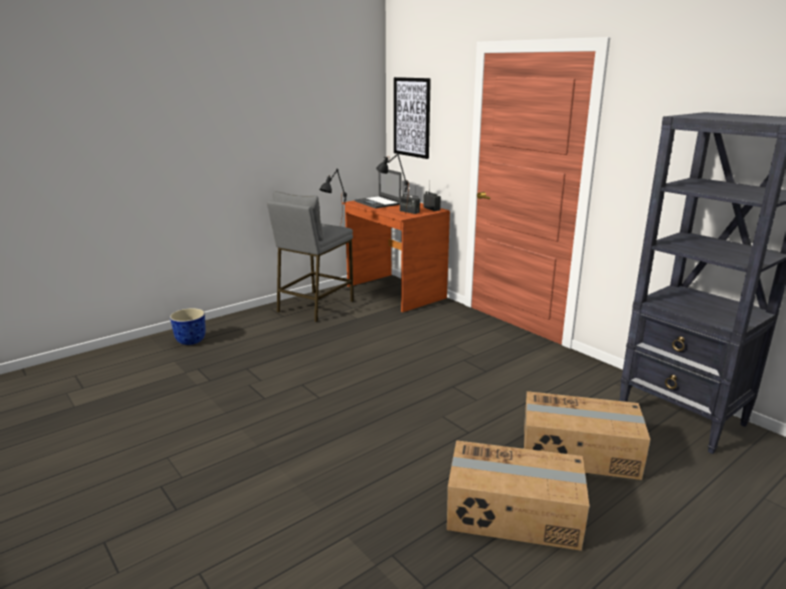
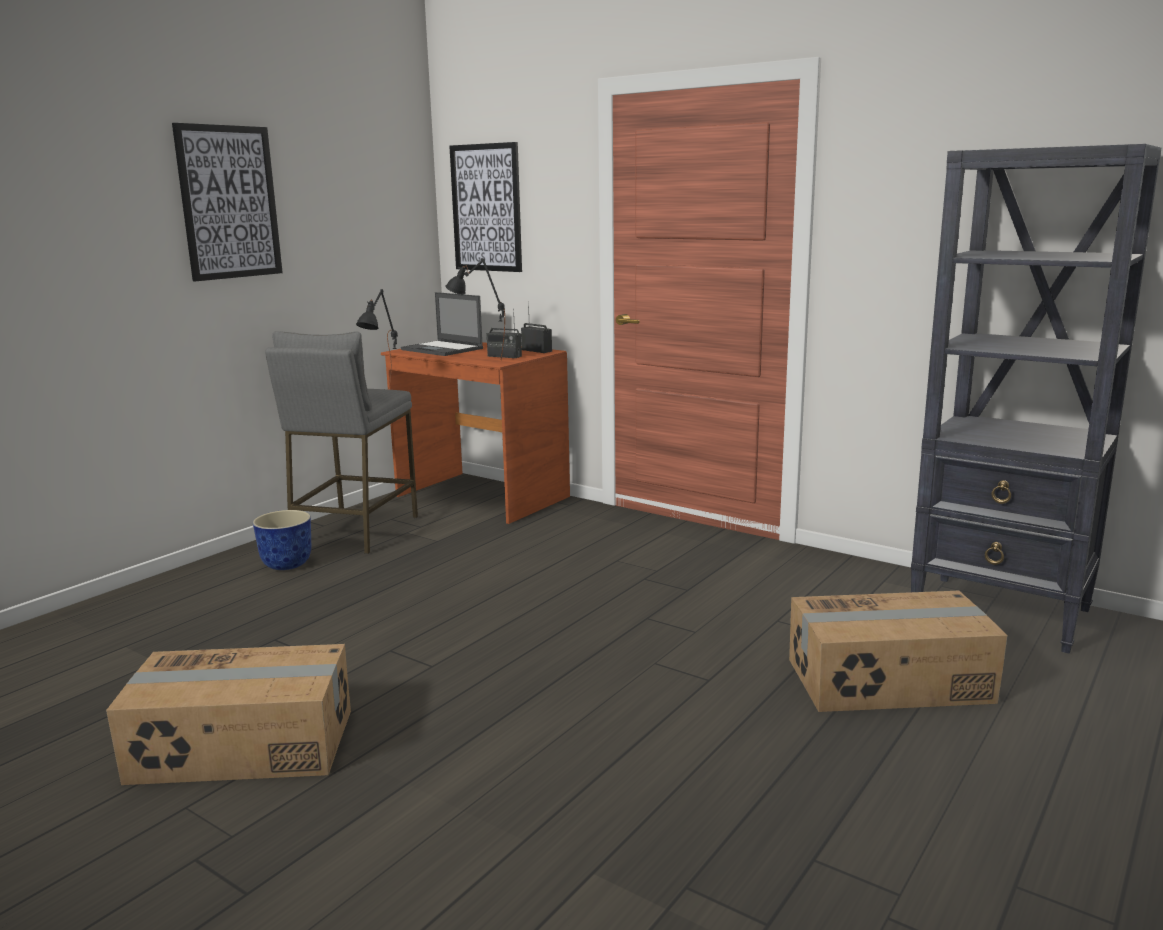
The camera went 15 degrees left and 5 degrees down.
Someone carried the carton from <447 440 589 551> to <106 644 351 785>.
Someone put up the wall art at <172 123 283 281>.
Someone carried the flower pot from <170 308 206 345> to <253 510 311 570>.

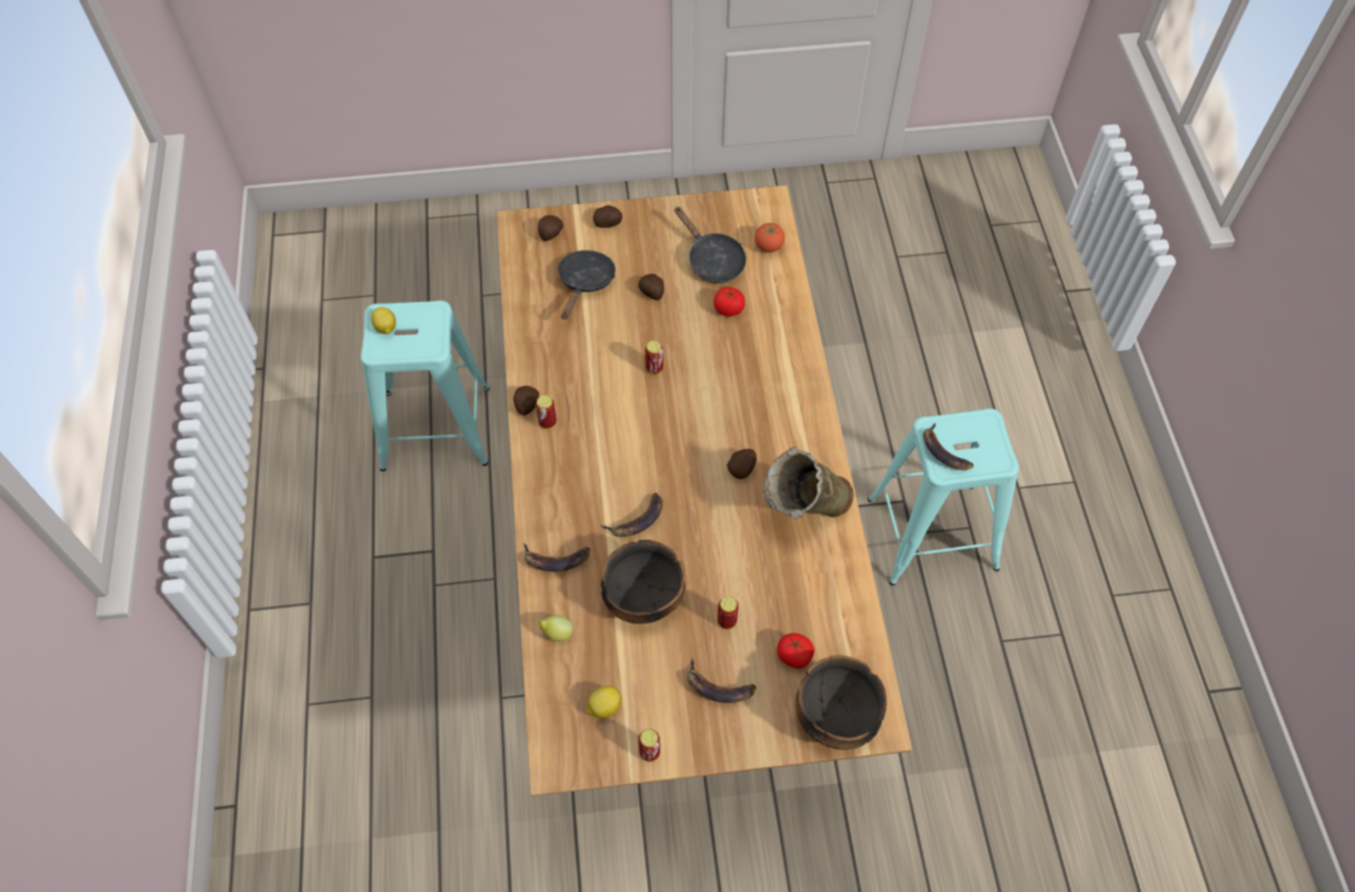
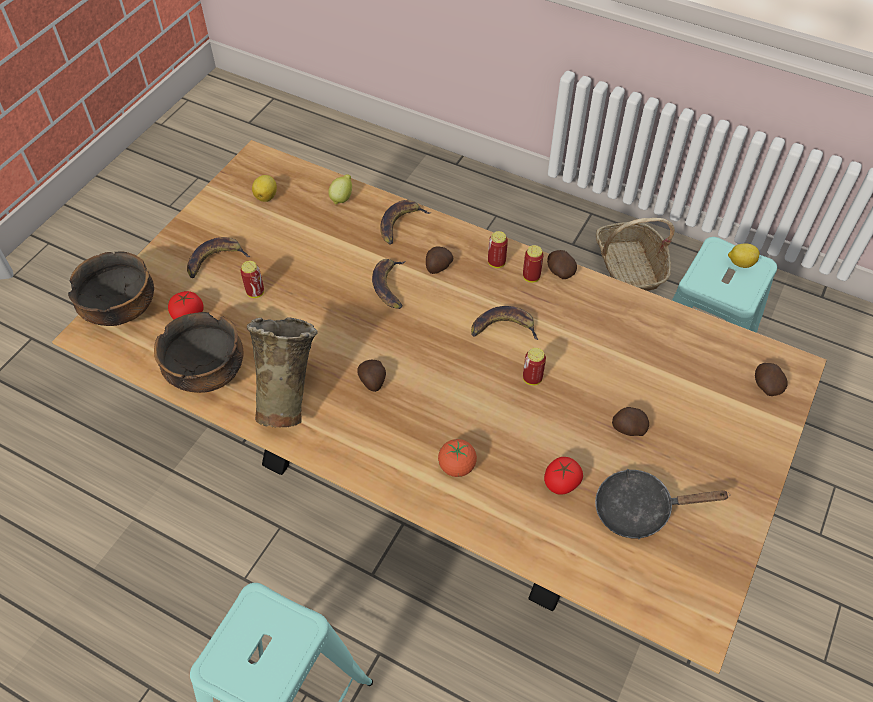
The camera went 125 degrees right and 5 degrees down.
Someone carried the bowl from <601 540 685 624> to <154 312 244 393>.
Someone carried the potato from <593 205 622 228> to <426 246 454 274>.
Someone carried the tomato from <755 223 785 252> to <438 439 477 477>.
Someone carried the whole banana from <923 423 974 470> to <471 306 538 340>.
Someone carried the sealed can from <638 729 660 762> to <488 231 508 268>.
Someone put down the household basket at <596 218 675 291>.
Someone took away the black frying pan at <558 250 616 320>.

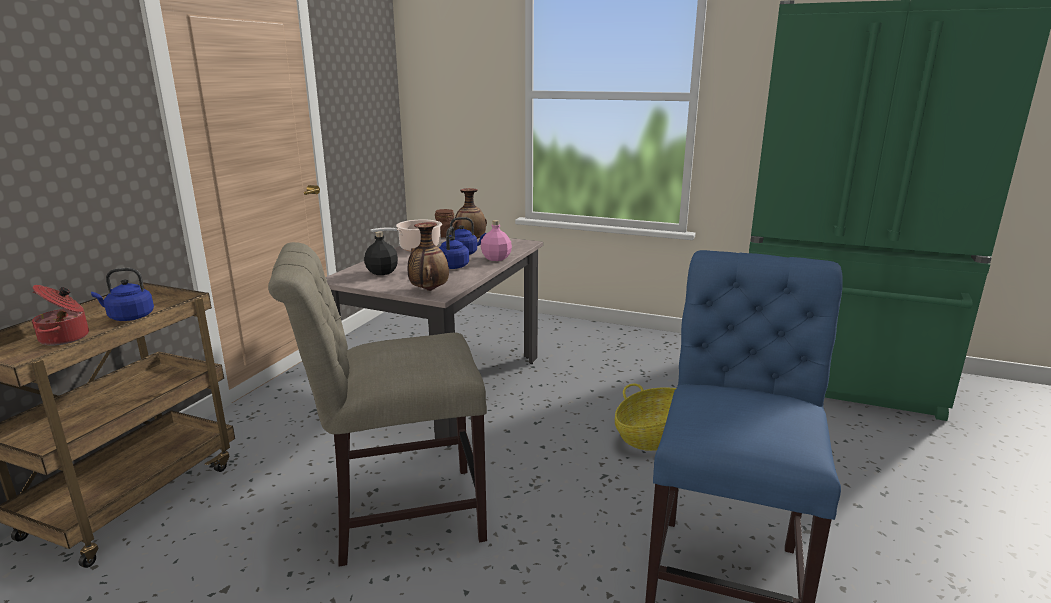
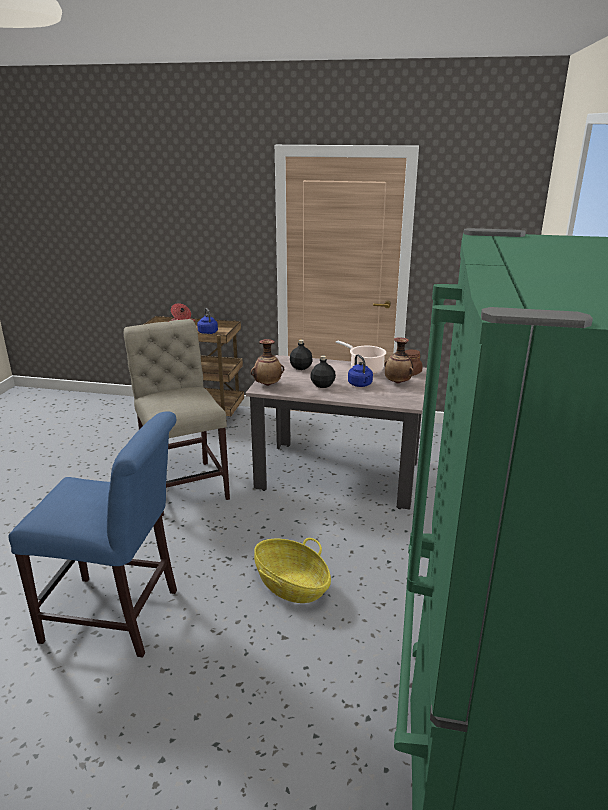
The camera went 80 degrees right and 5 degrees up.
Someone swapped the blue-coloured water kettle at <439 226 469 269> for the black beverage bottle at <310 355 336 388>.
Someone took away the pinkish beverage bottle at <481 220 512 261>.

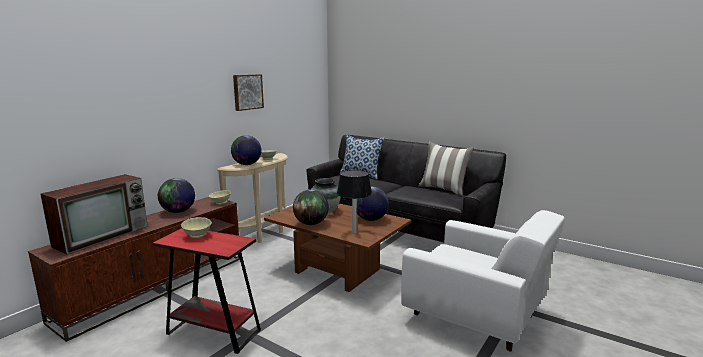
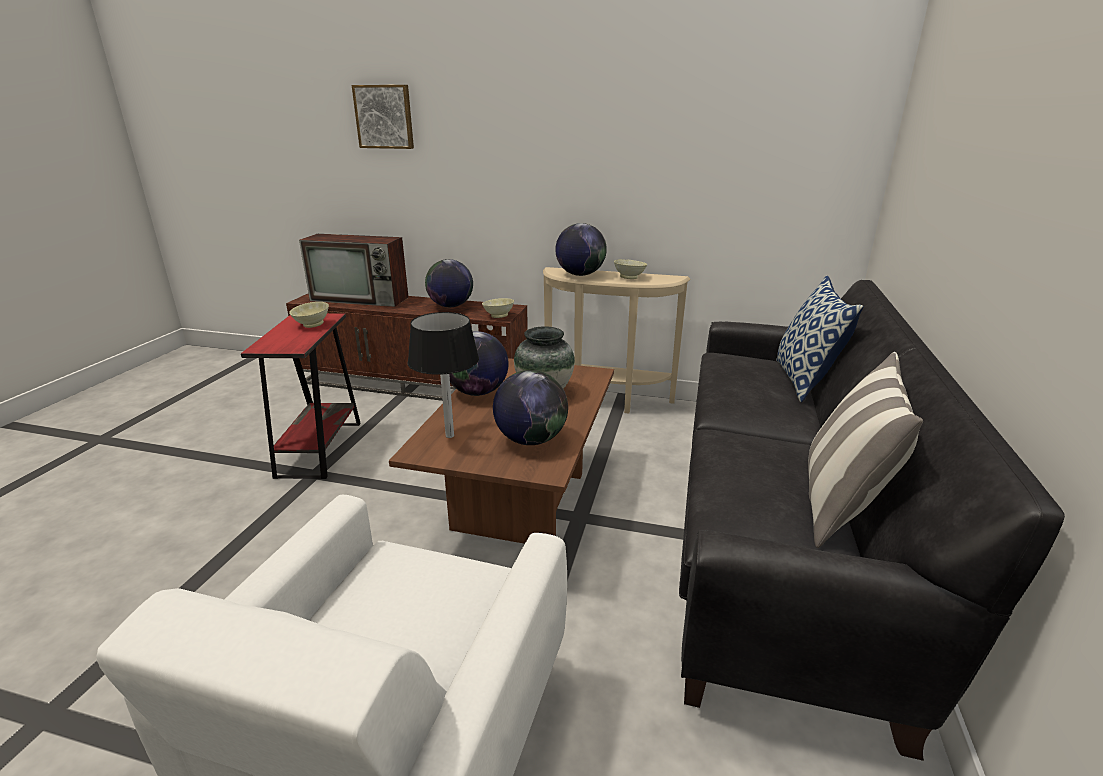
The camera went 70 degrees right and 10 degrees up.
Someone carried the wall art from <233 74 264 111> to <352 85 414 149>.

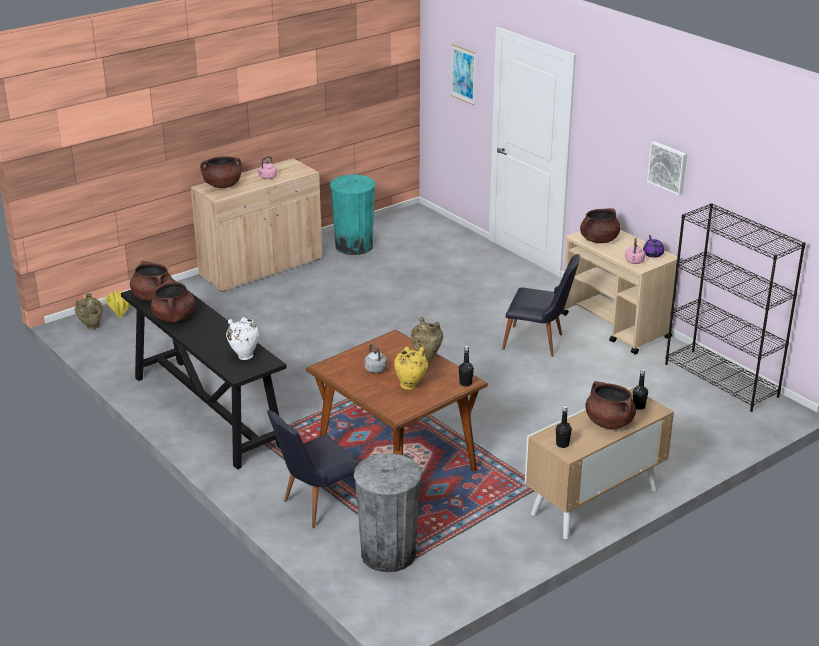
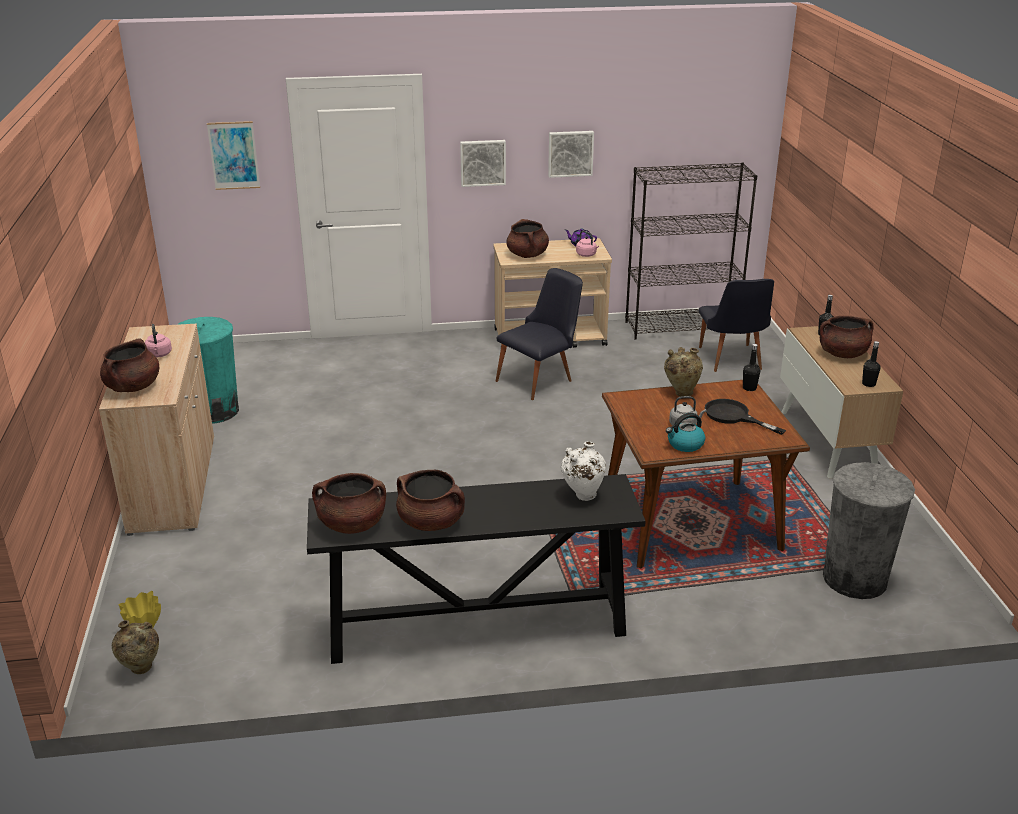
The camera went 60 degrees left and 0 degrees up.
Someone put up the wall art at <460 140 506 187>.
Someone put down the water kettle at <666 413 705 452>.
Someone carried the black chair from <267 410 360 528> to <699 279 774 372>.
Someone swapped the yellow-coloured flower vase at <394 347 428 390> for the black frying pan at <705 399 786 435>.

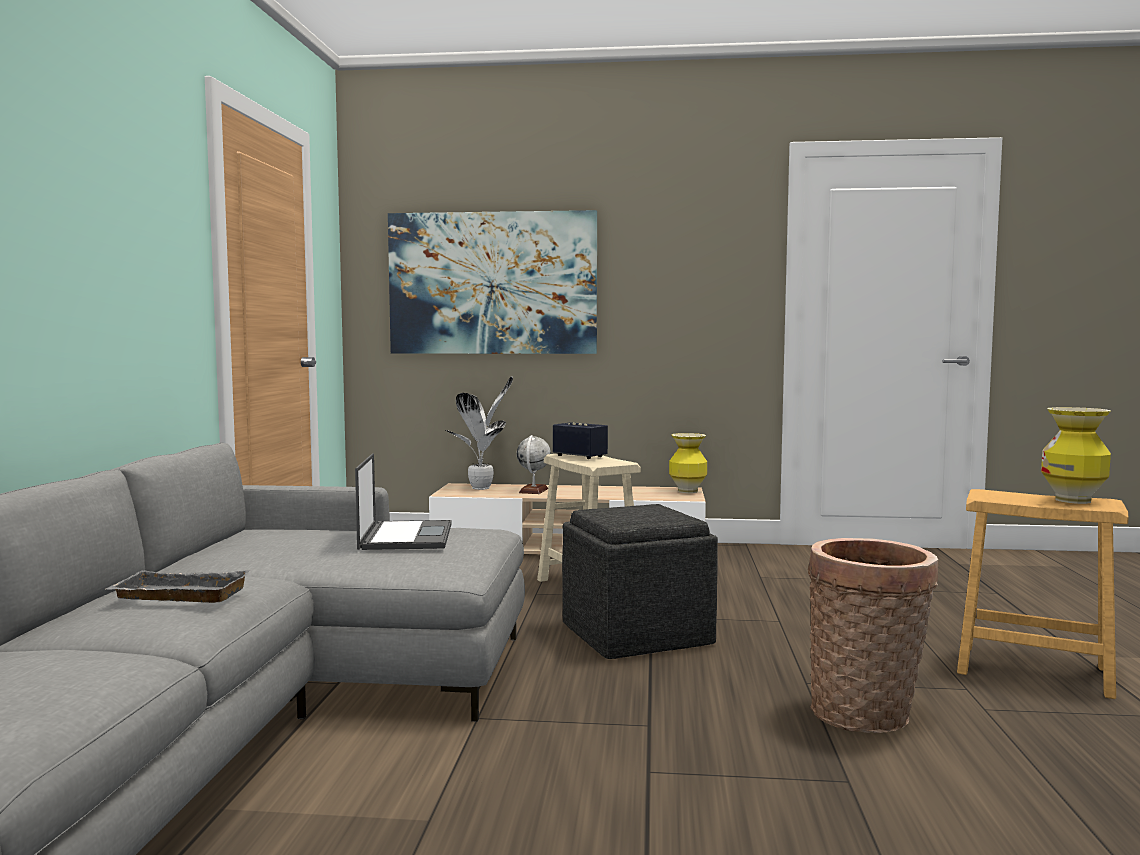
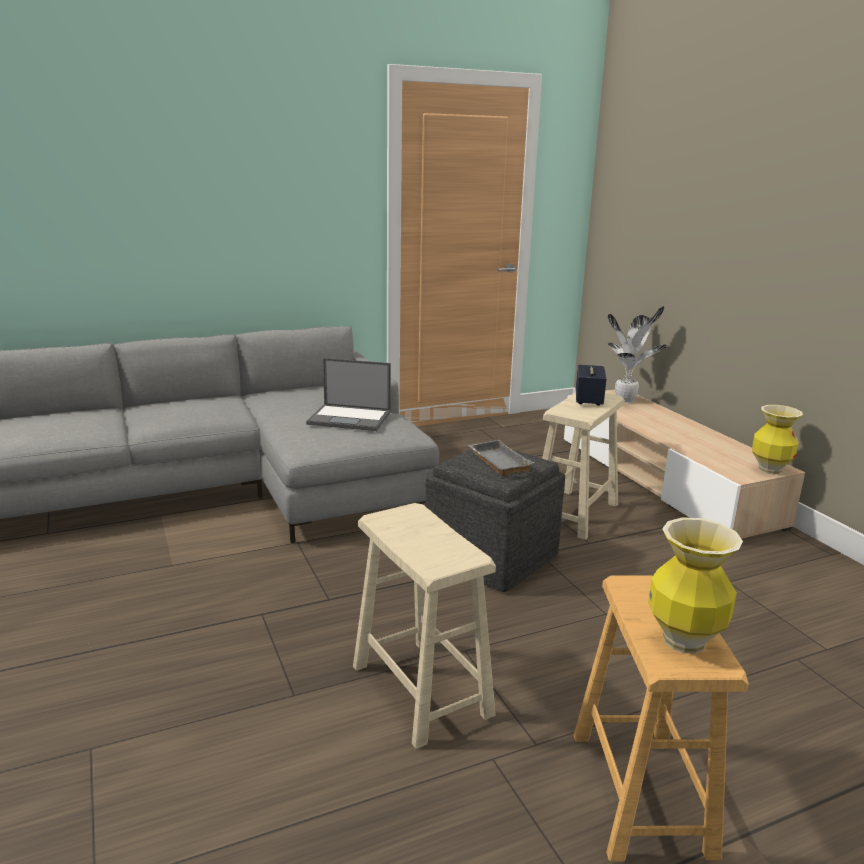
The camera went 60 degrees right and 15 degrees up.
Someone rotated the laptop at <355 453 451 550> by 45 degrees clockwise.
Someone swapped the household basket at <808 538 938 733> for the beige-coloured stool seat at <353 503 496 749>.
Someone carried the greyish carrying tray from <106 570 250 603> to <468 440 534 476>.
Someone took away the wall art at <388 210 597 354>.
Someone took away the globe at <517 435 551 494>.

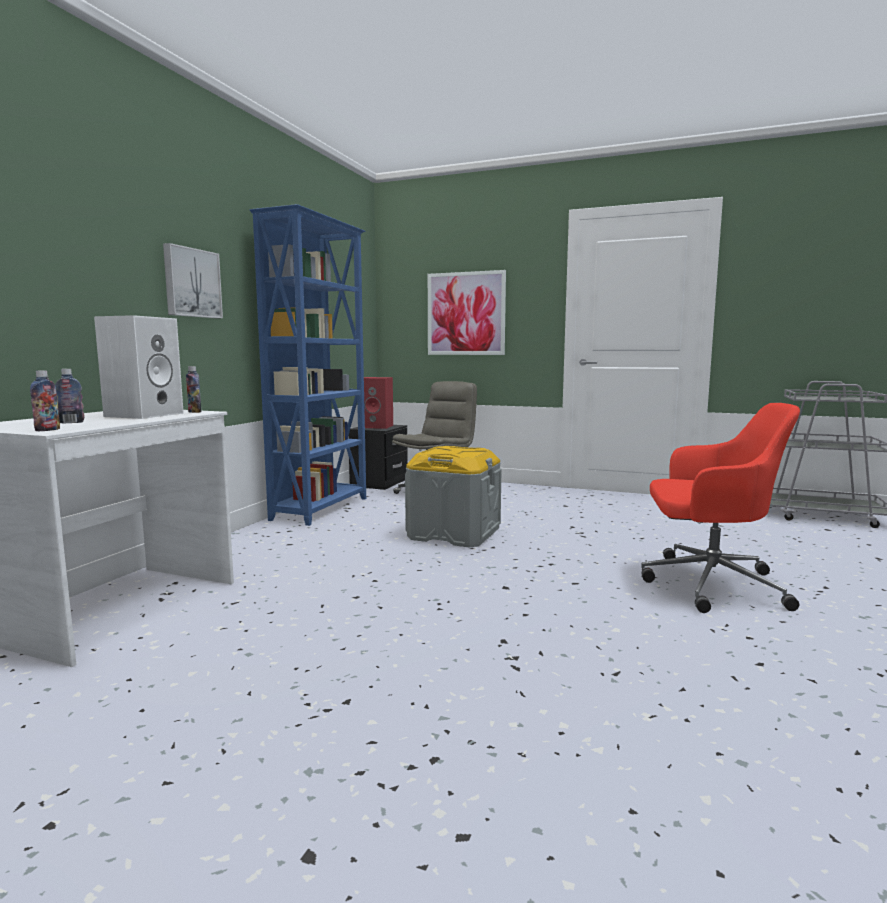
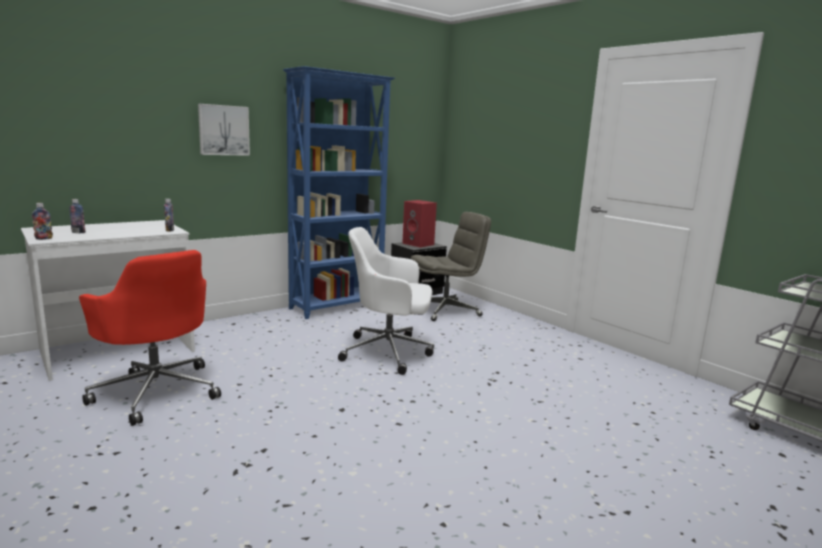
The camera went 30 degrees right and 5 degrees up.
Someone carried the red-coloured office chair from <641 403 800 613> to <79 250 221 426>.
Someone swapped the greyish storage container at <405 446 502 548> for the whitish office chair at <338 227 434 375>.
Someone took away the whitish audio speaker at <94 315 184 419>.
Someone took away the wall art at <428 270 506 355>.

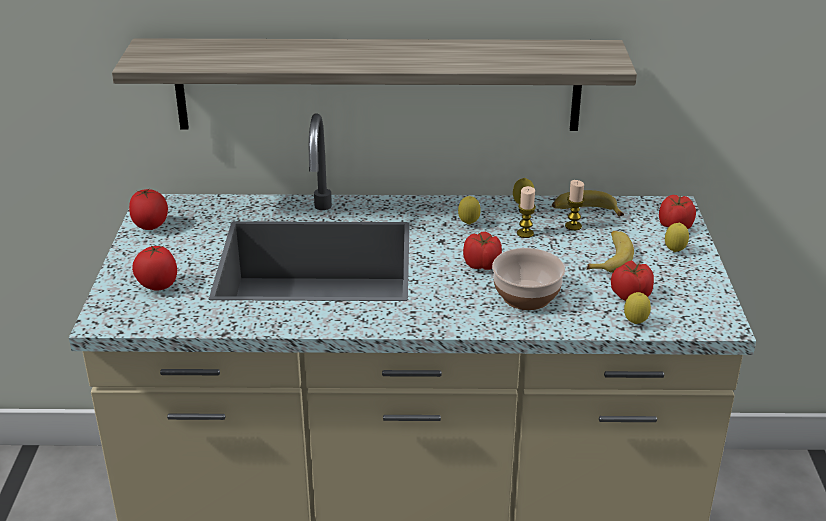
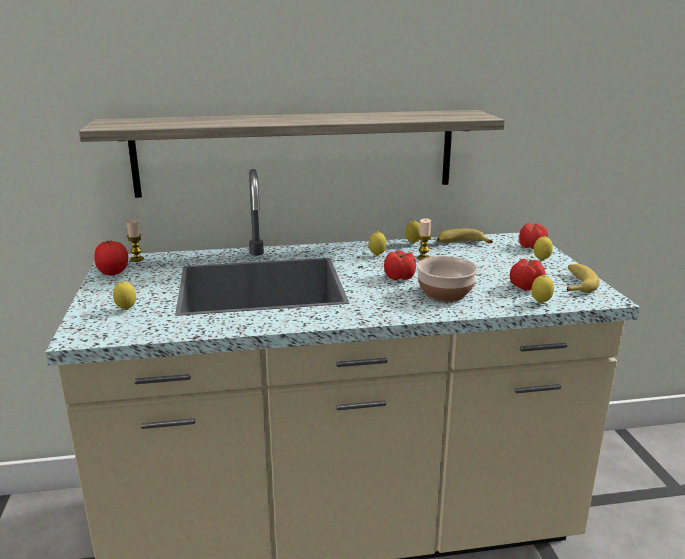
The camera went 10 degrees left and 10 degrees down.
Someone swapped the tomato at <132 245 177 291> for the whole lemon at <113 281 136 310>.
Someone carried the wax candle from <565 180 585 231> to <127 220 144 262>.
Someone carried the whole banana from <587 231 634 273> to <567 264 599 293>.

